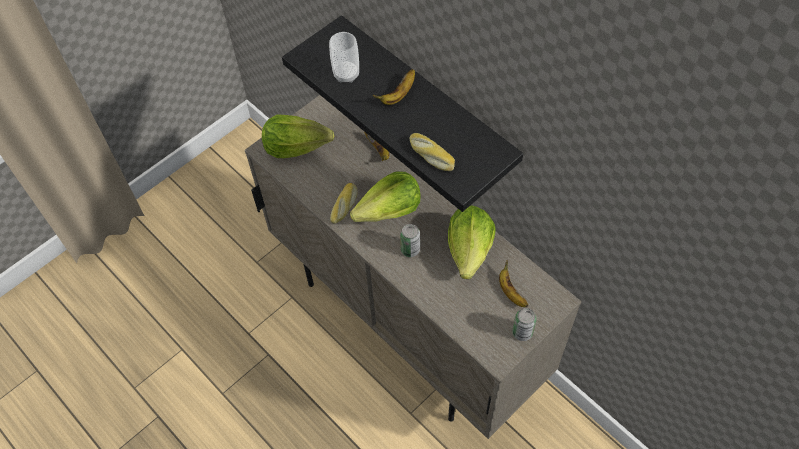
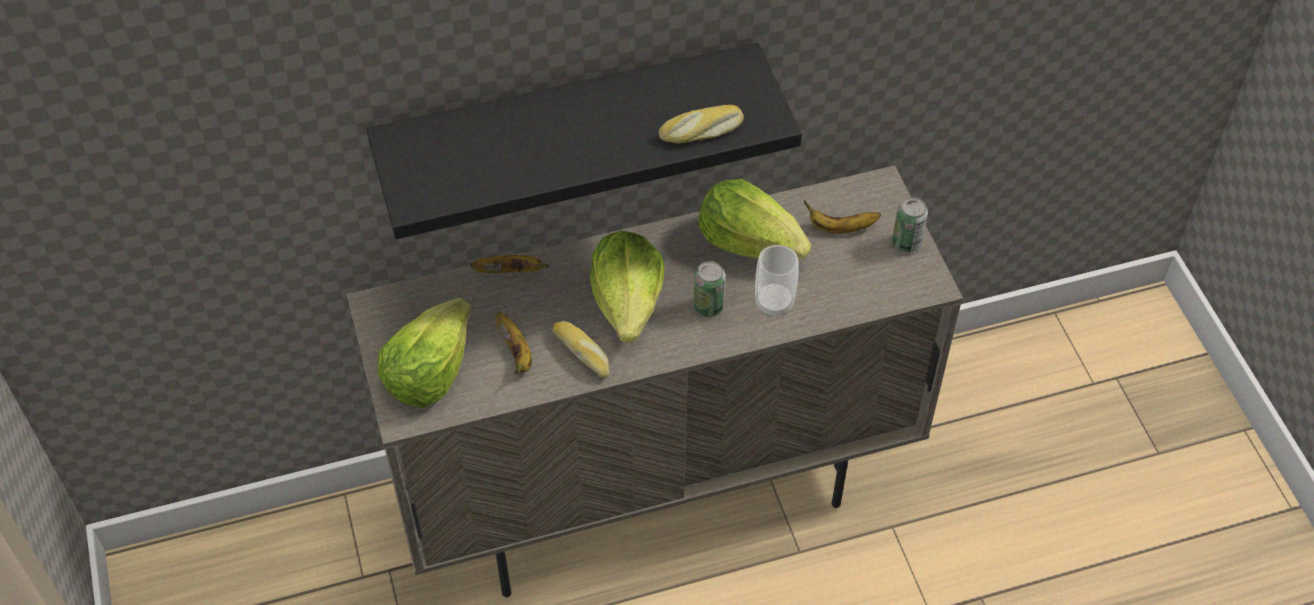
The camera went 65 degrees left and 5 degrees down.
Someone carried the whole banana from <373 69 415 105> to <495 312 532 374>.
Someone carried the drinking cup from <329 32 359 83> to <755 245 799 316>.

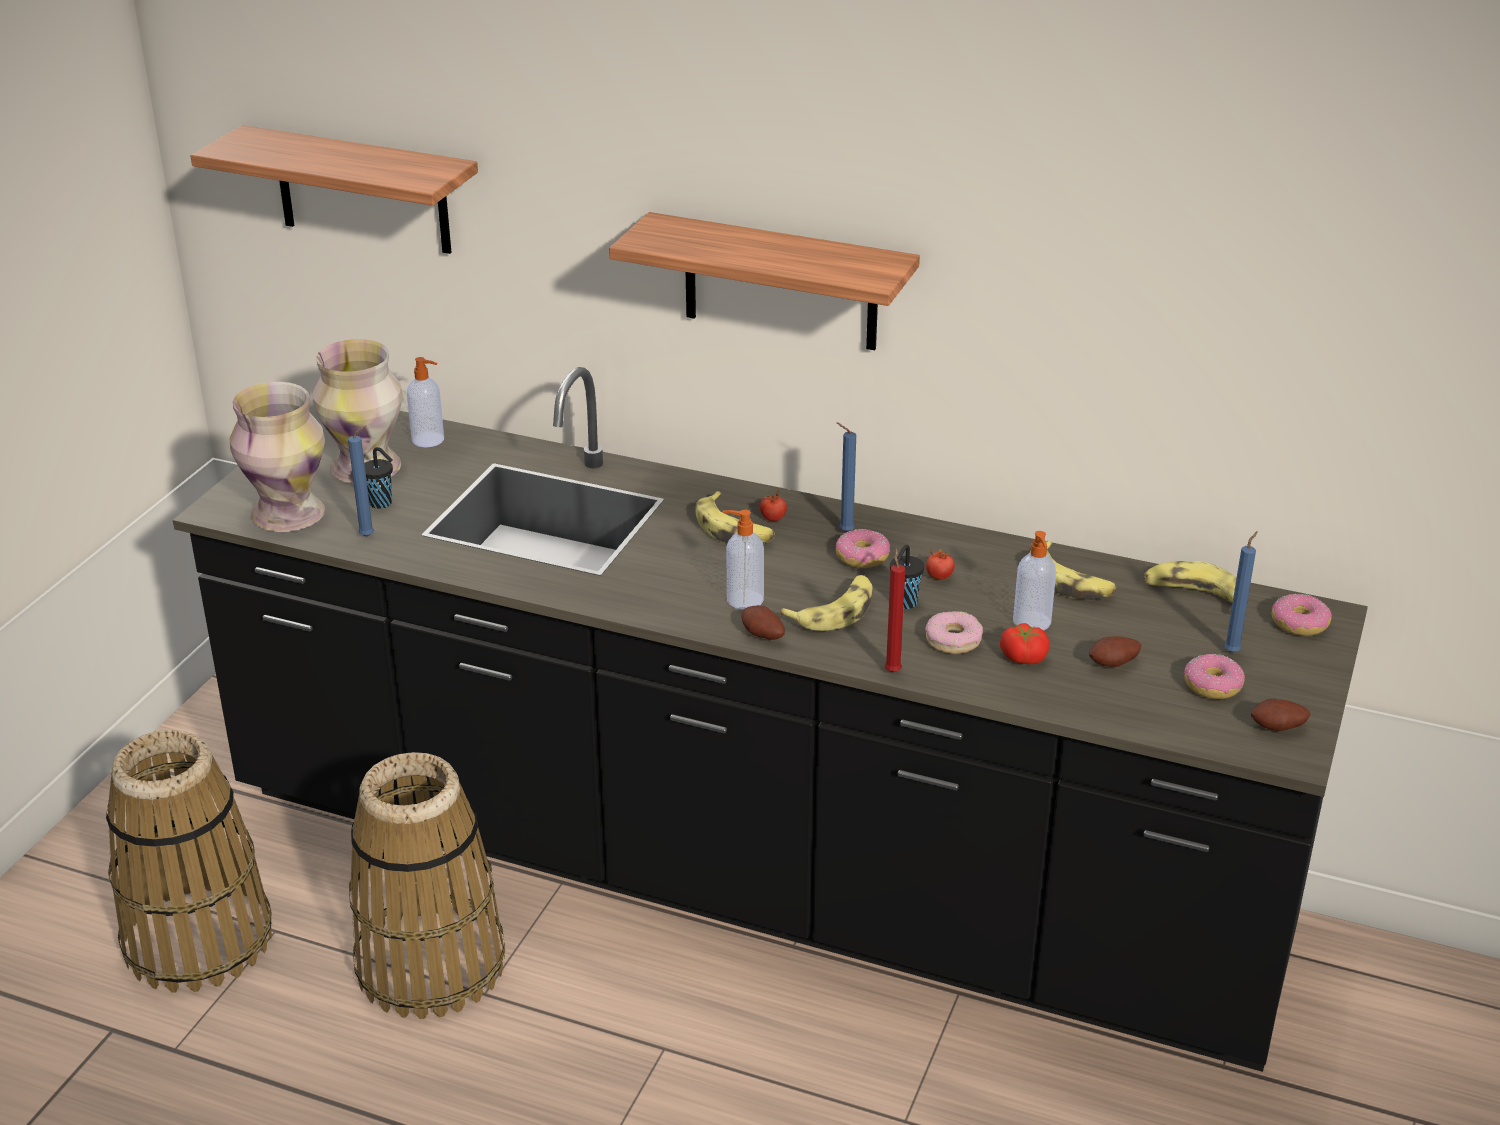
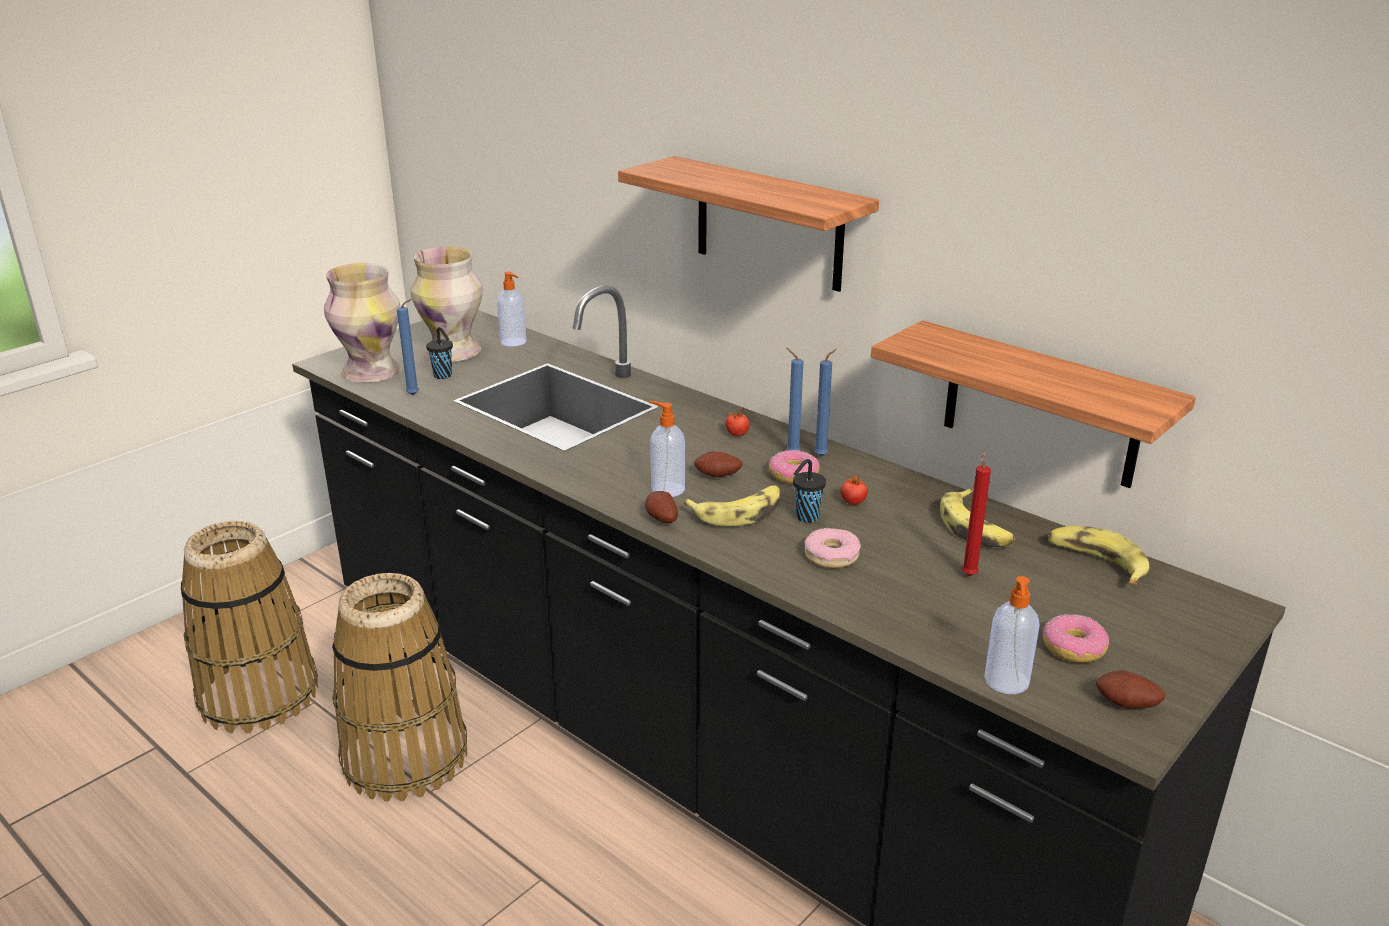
The camera went 20 degrees right and 5 degrees down.
Someone carried the potato from <1089 636 1142 667> to <694 451 743 477>.
Someone carried the blue-coloured wax candle from <1224 531 1258 653> to <814 349 837 456>.
Someone carried the shelf from <191 125 478 254> to <871 321 1196 488>.
Someone carried the red-coloured wax candle from <885 548 905 672> to <962 449 991 576>.
Someone carried the soap bottle from <1013 531 1056 631> to <984 576 1040 694>.
Someone took away the whole banana at <695 491 775 543>.
Someone took away the tomato at <1000 623 1050 664>.
Someone took away the donut at <1272 594 1332 636>.

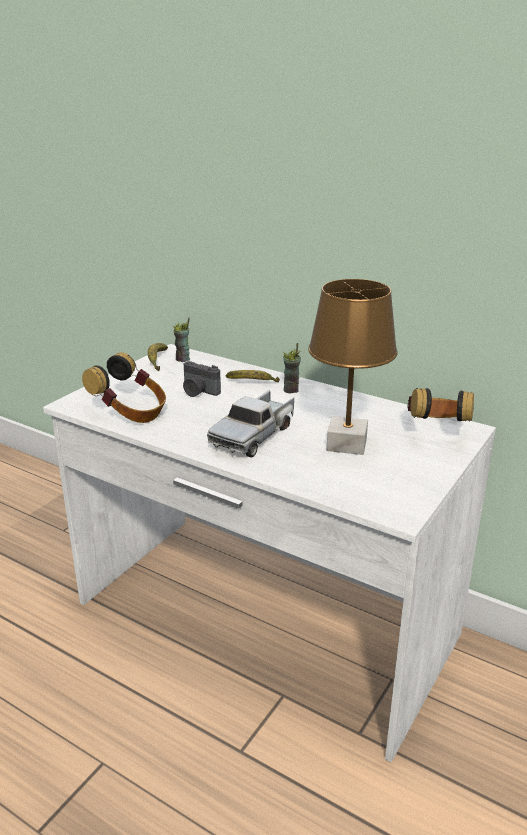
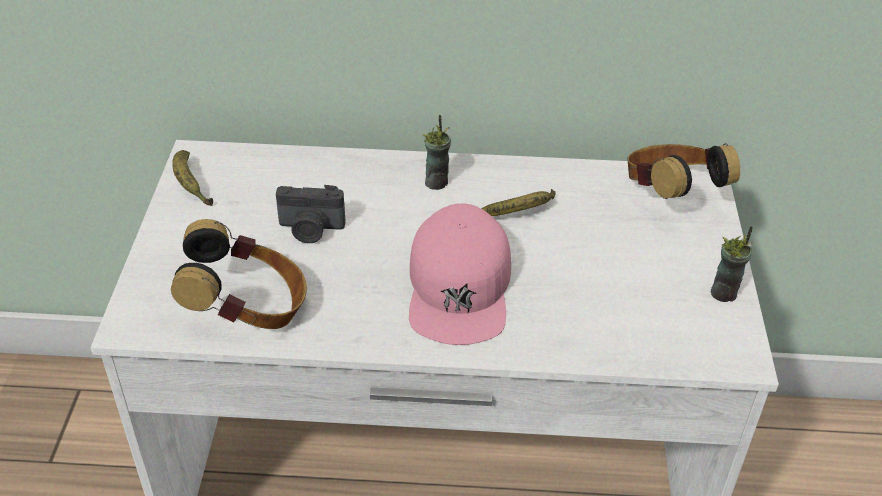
The camera went 30 degrees left and 15 degrees up.
Someone swapped the model truck at <207 390 295 457> for the pinkish cap at <409 203 511 345>.
Someone carried the whole banana from <226 370 280 382> to <482 189 556 216>.
Someone carried the drinking cup from <173 318 190 362> to <711 226 754 302>.
Someone took away the brown table lamp at <308 279 398 455>.

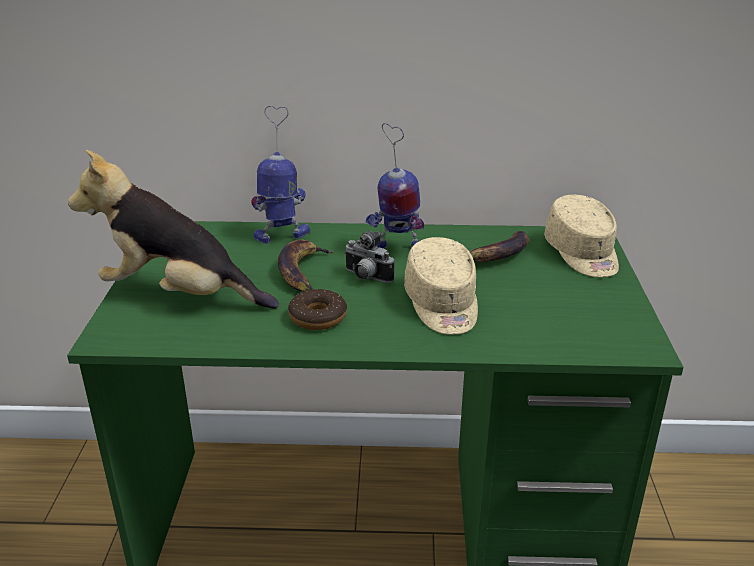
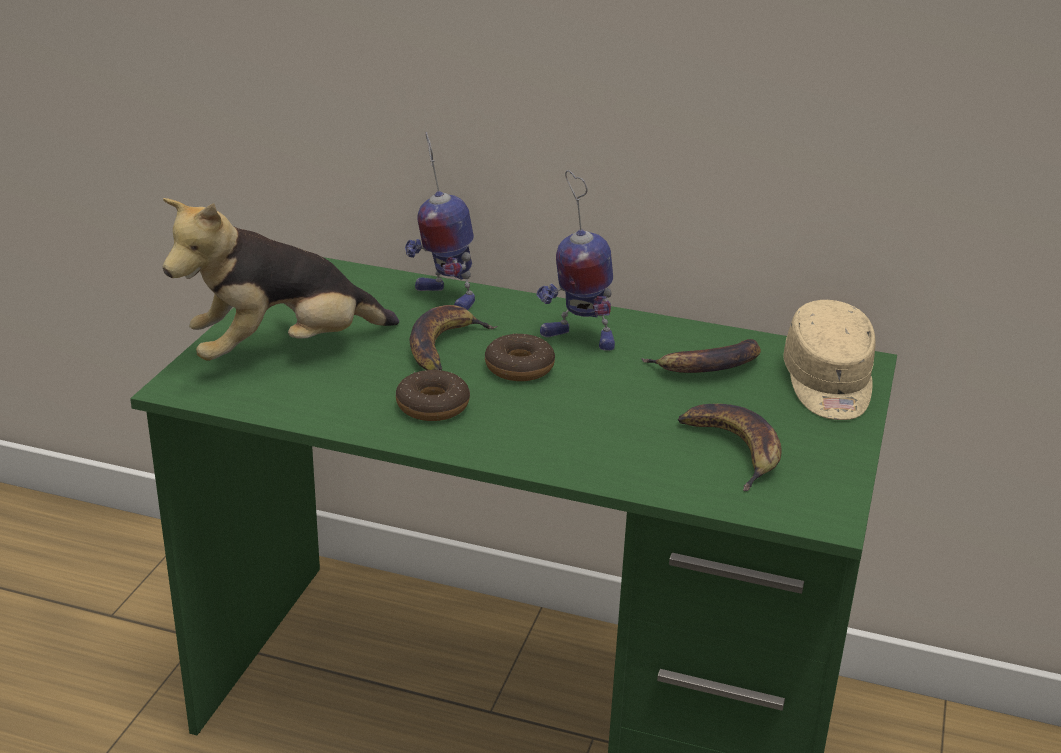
The camera went 15 degrees right and 0 degrees up.
Someone rotated the plush toy at <68 150 279 309> by 60 degrees counterclockwise.
Someone rotated the robot figure at <251 106 310 244> by 135 degrees counterclockwise.
Someone swapped the still camera at <344 231 394 283> for the donut at <485 334 555 381>.
Someone put down the whole banana at <678 404 782 491>.
Someone took away the beige-coloured cap at <404 237 478 335>.

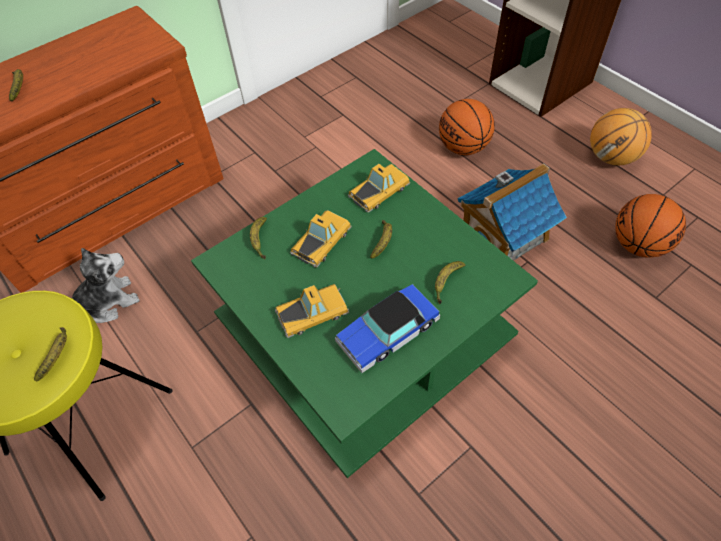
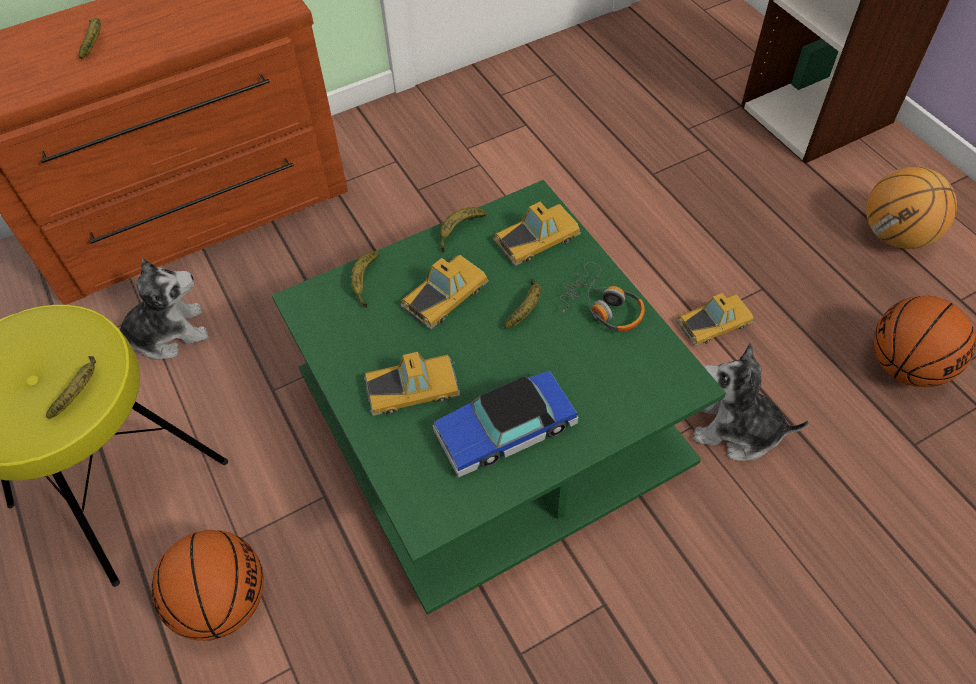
The camera went 10 degrees right and 0 degrees up.
Someone carried the ball for basketball from <439 99 495 155> to <151 530 264 641>.
Someone carried the whole banana from <435 261 465 304> to <440 207 487 252>.
Someone put down the pair of headphones at <560 262 645 332>.
Someone swapped the model house at <457 163 567 261> for the toy car at <676 293 754 346>.
Someone put down the plush toy at <693 343 809 461>.

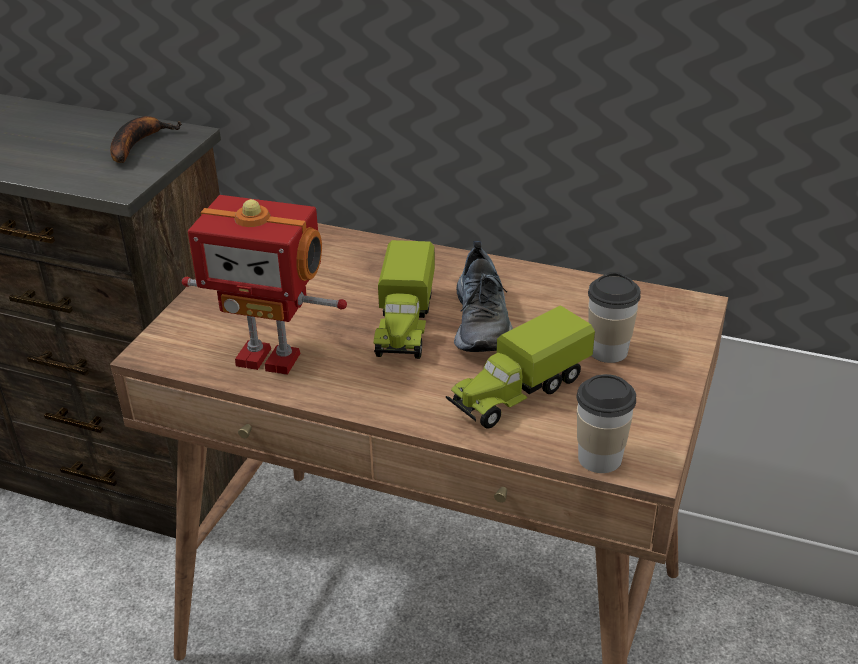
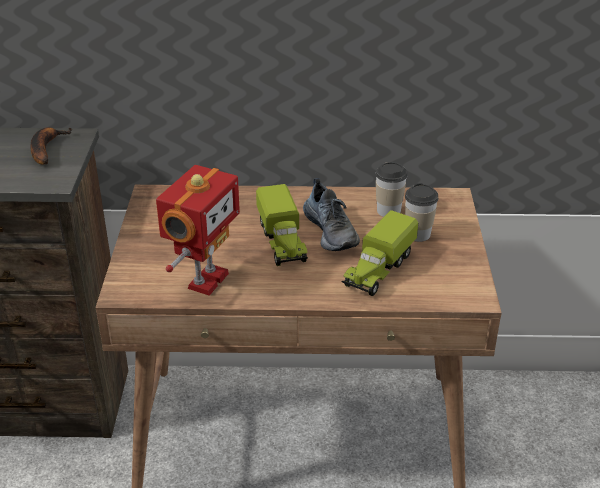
The camera went 20 degrees left and 0 degrees up.
Someone rotated the robot figure at <182 195 347 375> by 60 degrees counterclockwise.
Someone carried the drinking cup from <577 374 636 473> to <375 162 408 217>.

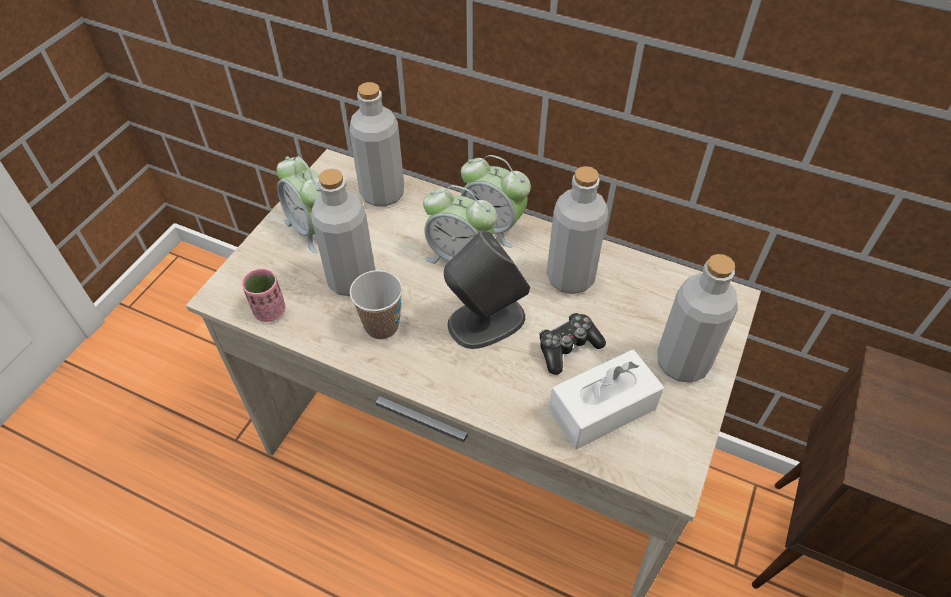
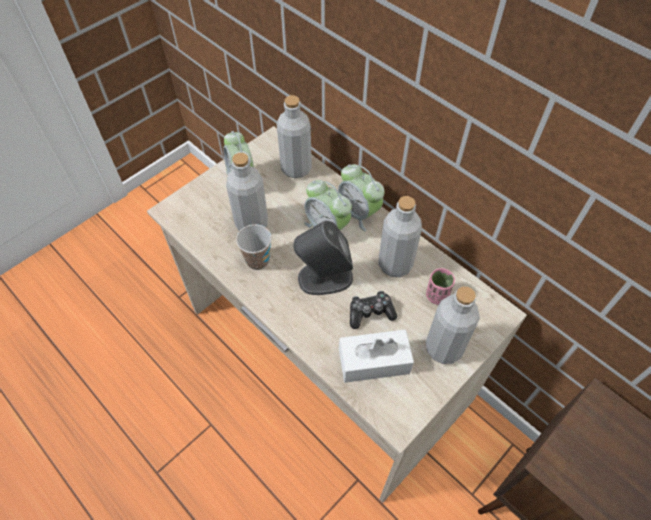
The camera went 20 degrees right and 5 degrees up.
Someone carried the pinkish drinking cup from <242 268 286 322> to <426 268 455 305>.

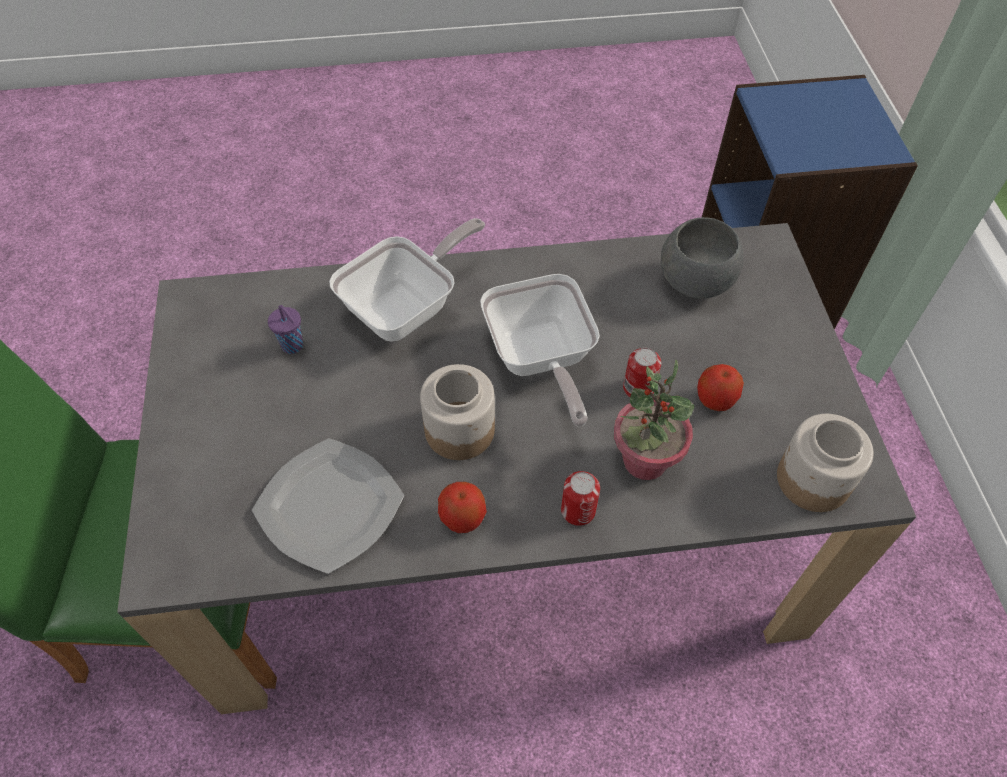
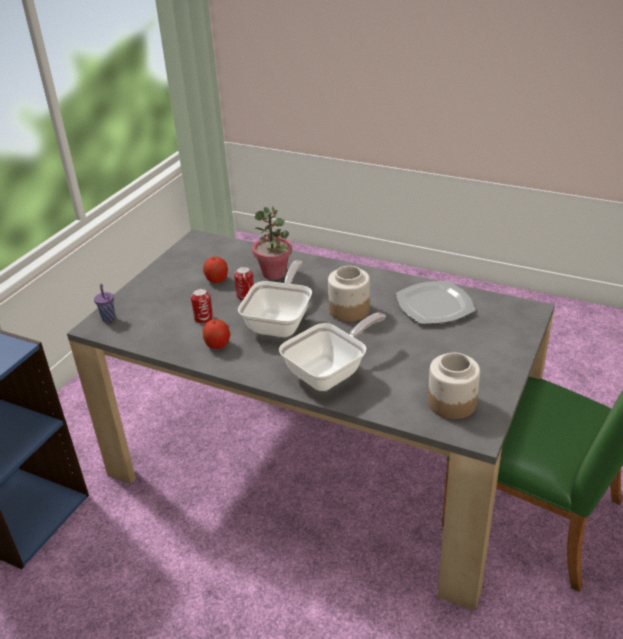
The camera went 145 degrees left and 20 degrees down.
Someone carried the purple drinking cup from <268 305 303 354> to <94 284 116 322>.
Someone carried the sealed can from <561 471 600 526> to <191 288 213 324>.
Someone carried the whole apple from <438 482 487 533> to <203 319 230 349>.
Someone rotated the frying pan at <329 218 485 342> by 150 degrees clockwise.
Someone carried the preserve jar from <777 414 873 512> to <428 353 480 419>.
Someone took away the greyish bowl at <661 217 744 299>.

